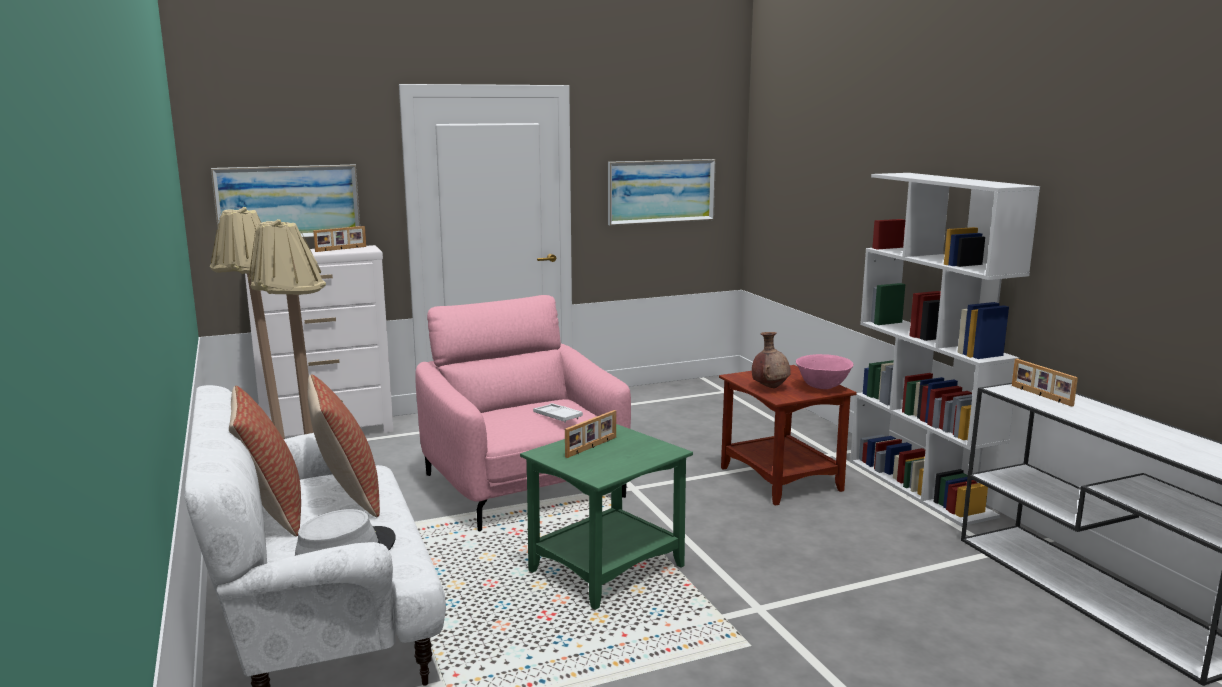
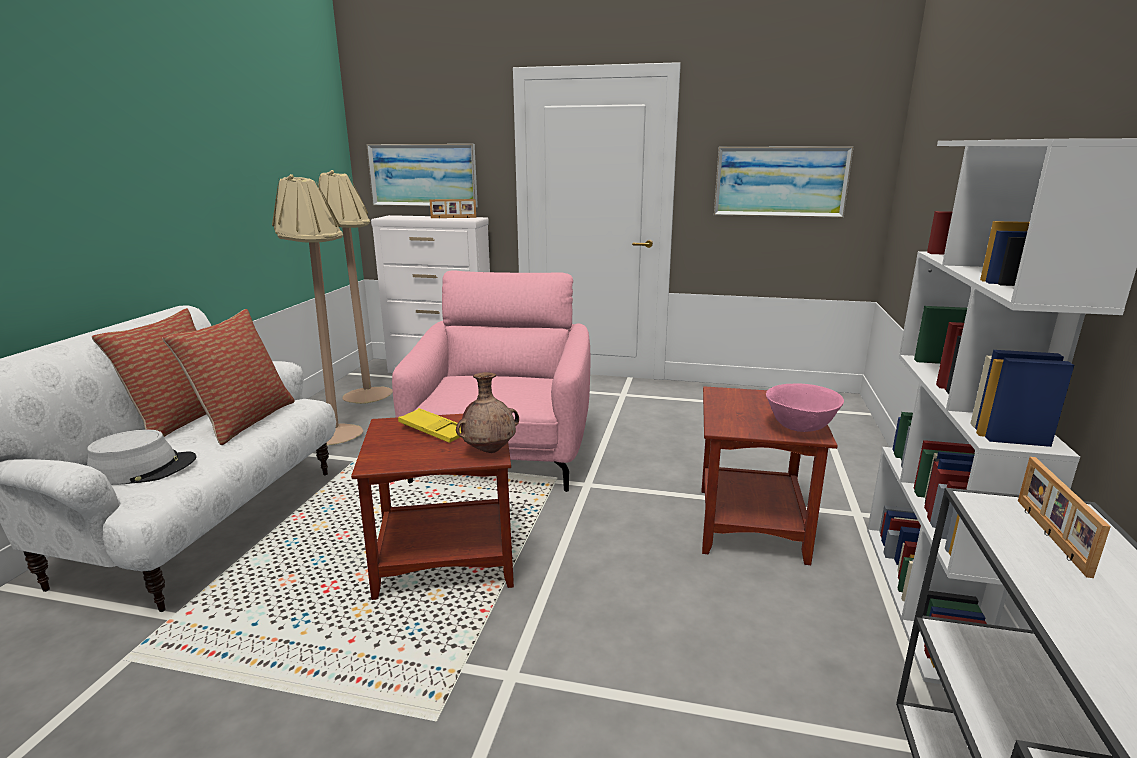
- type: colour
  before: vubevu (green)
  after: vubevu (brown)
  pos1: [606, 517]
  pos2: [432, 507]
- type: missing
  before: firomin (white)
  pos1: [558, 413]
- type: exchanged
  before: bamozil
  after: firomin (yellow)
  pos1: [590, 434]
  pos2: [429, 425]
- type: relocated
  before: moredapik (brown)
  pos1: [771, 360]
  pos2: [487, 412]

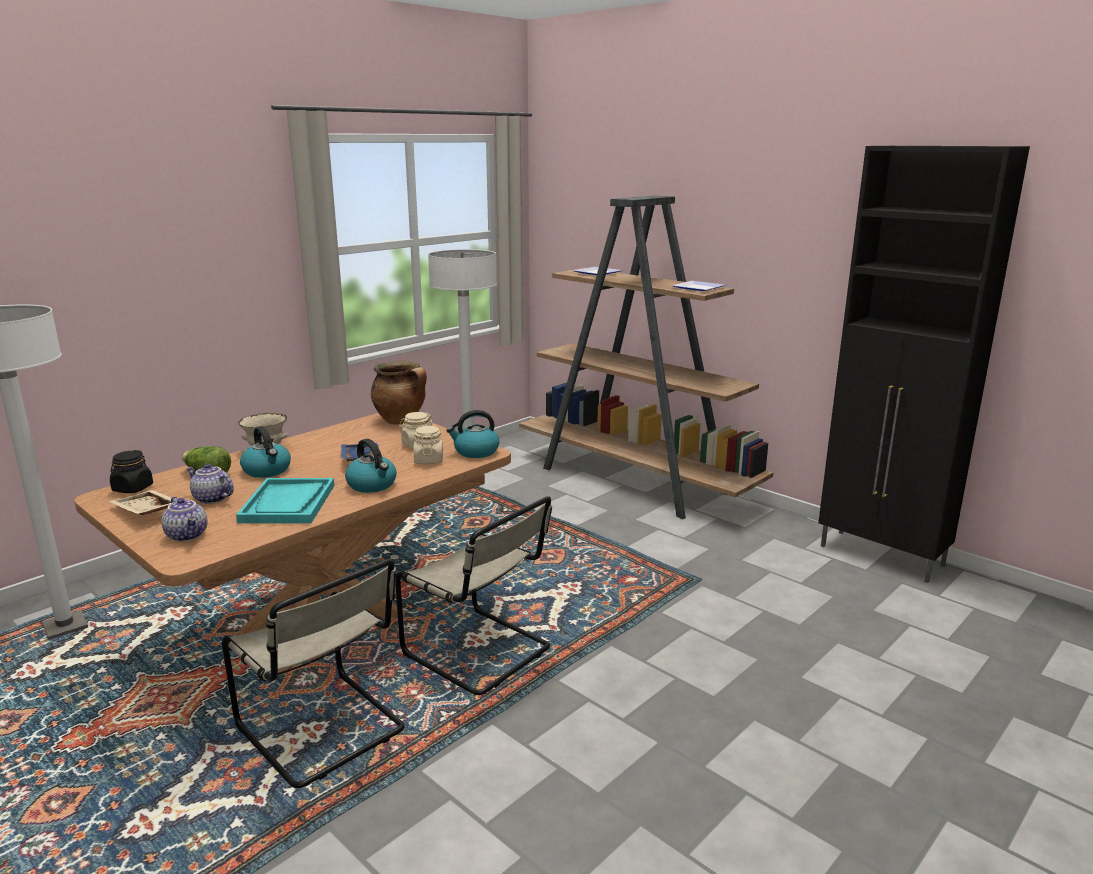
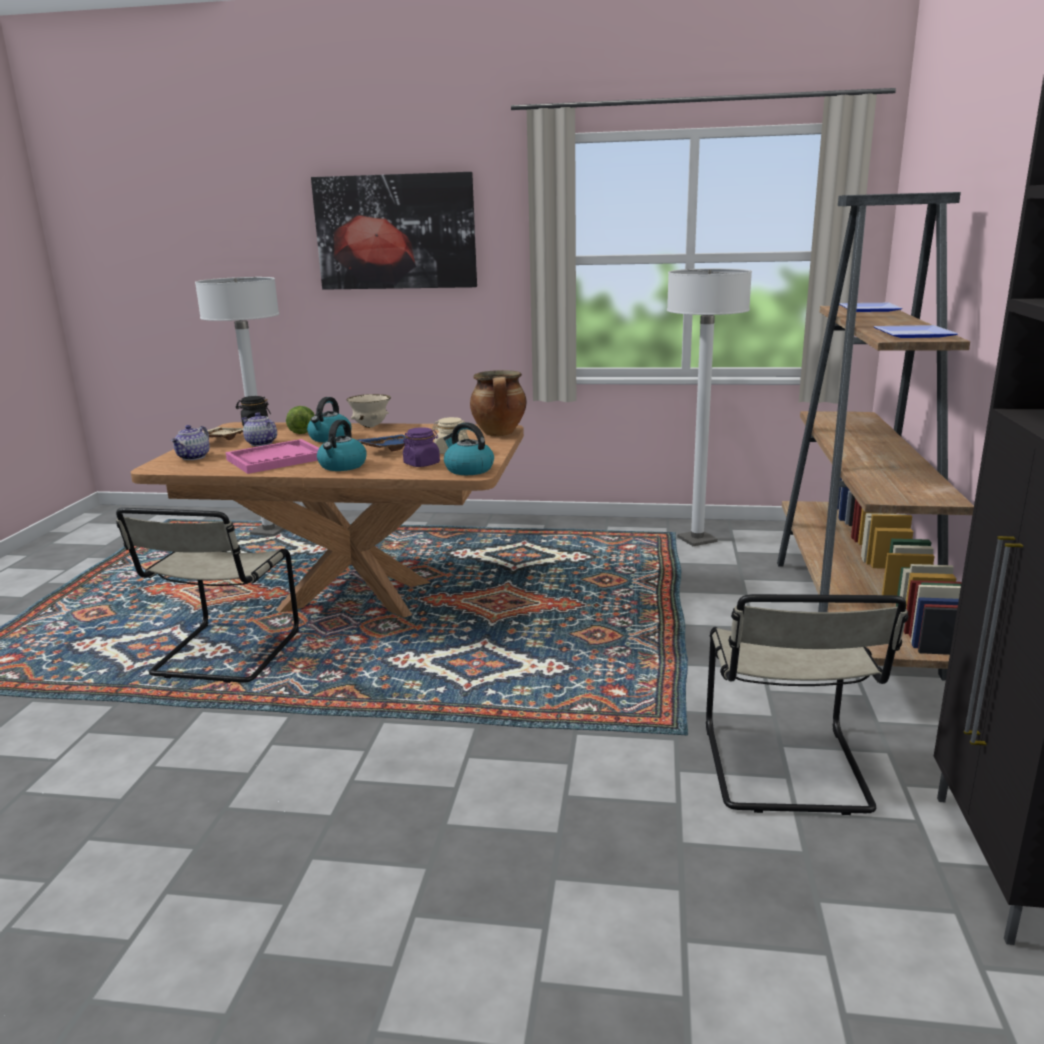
- type: spun
  before: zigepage
  pos1: [210, 484]
  pos2: [259, 429]
  turn: -45
- type: colour
  before: firomin (turquoise)
  after: firomin (pink)
  pos1: [285, 500]
  pos2: [272, 456]
- type: relocated
  before: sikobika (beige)
  pos1: [473, 595]
  pos2: [807, 704]
- type: colour
  before: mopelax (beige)
  after: mopelax (purple)
  pos1: [428, 445]
  pos2: [421, 447]
- type: appeared
  after: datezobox
  pos2: [394, 231]

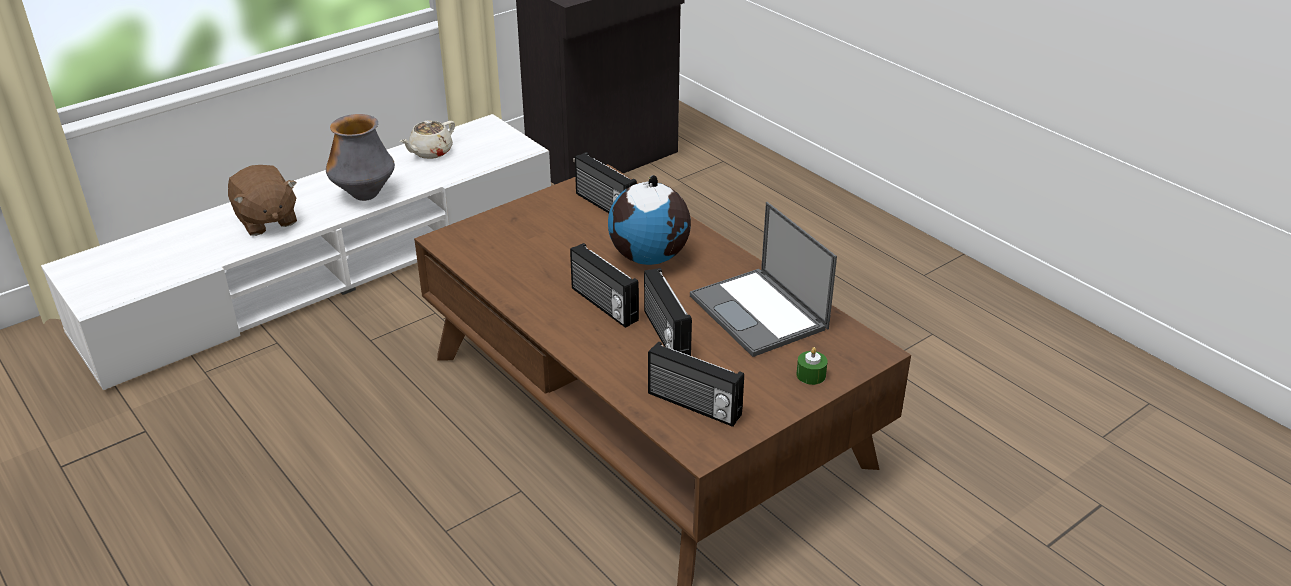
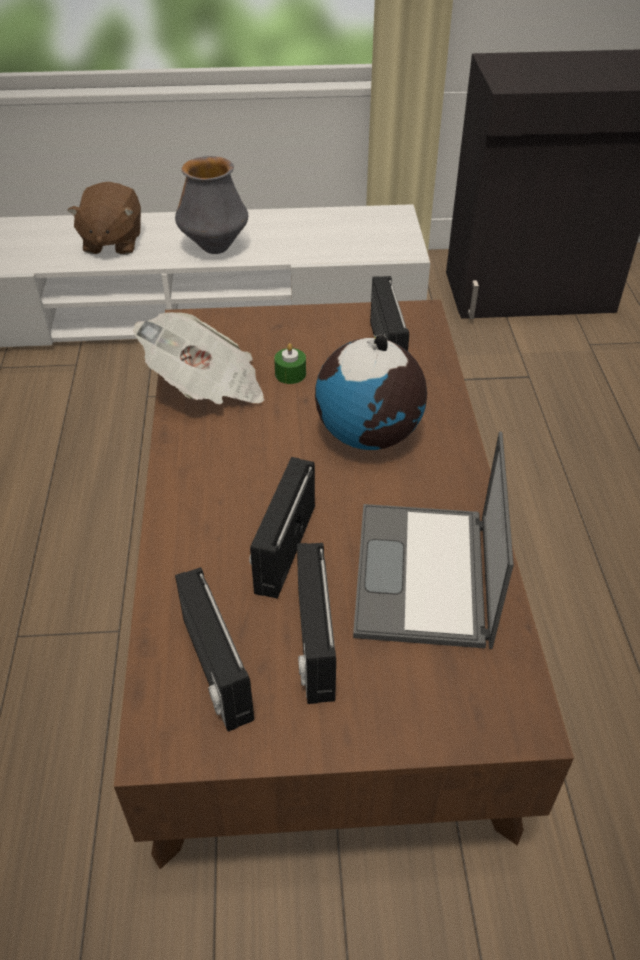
- type: missing
  before: zigepage (beige)
  pos1: [427, 139]
- type: relocated
  before: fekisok
  pos1: [604, 285]
  pos2: [316, 623]
- type: relocated
  before: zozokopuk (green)
  pos1: [812, 366]
  pos2: [290, 363]
- type: appeared
  after: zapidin
  pos2: [199, 358]

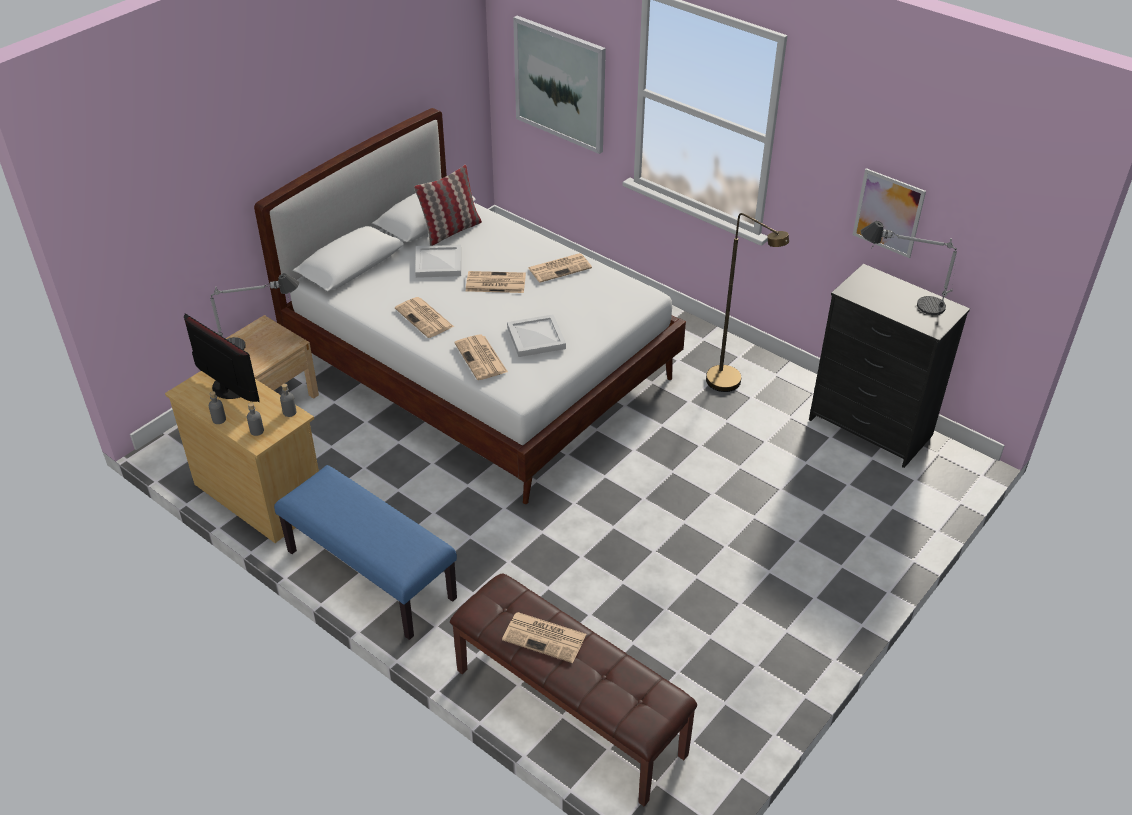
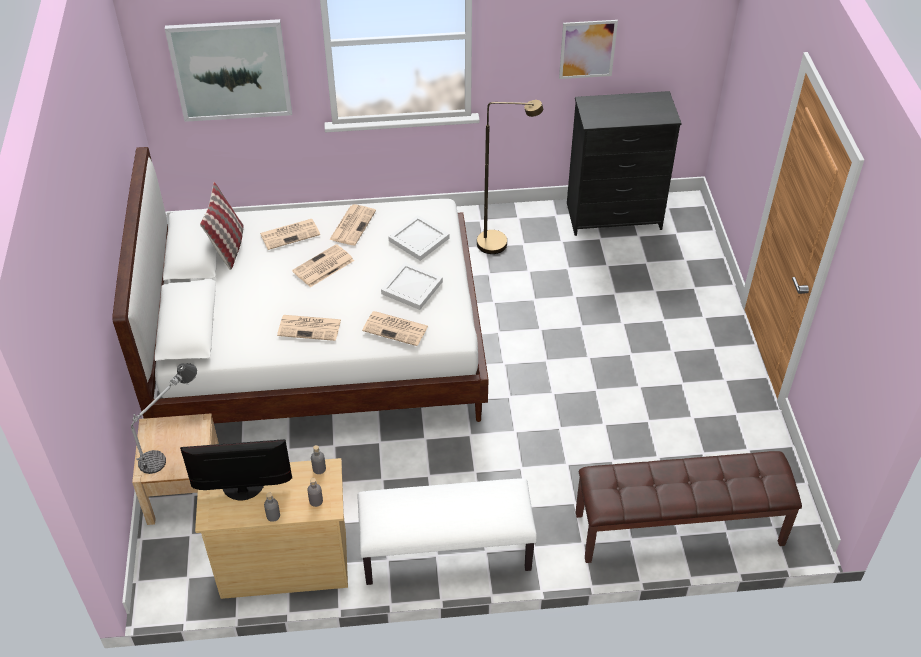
- type: colour
  before: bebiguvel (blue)
  after: bebiguvel (white)
  pos1: [365, 552]
  pos2: [447, 531]
- type: relocated
  before: firomin (white)
  pos1: [438, 261]
  pos2: [419, 238]
- type: relocated
  before: zapidin
  pos1: [544, 637]
  pos2: [290, 234]
- type: missing
  before: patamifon
  pos1: [909, 268]

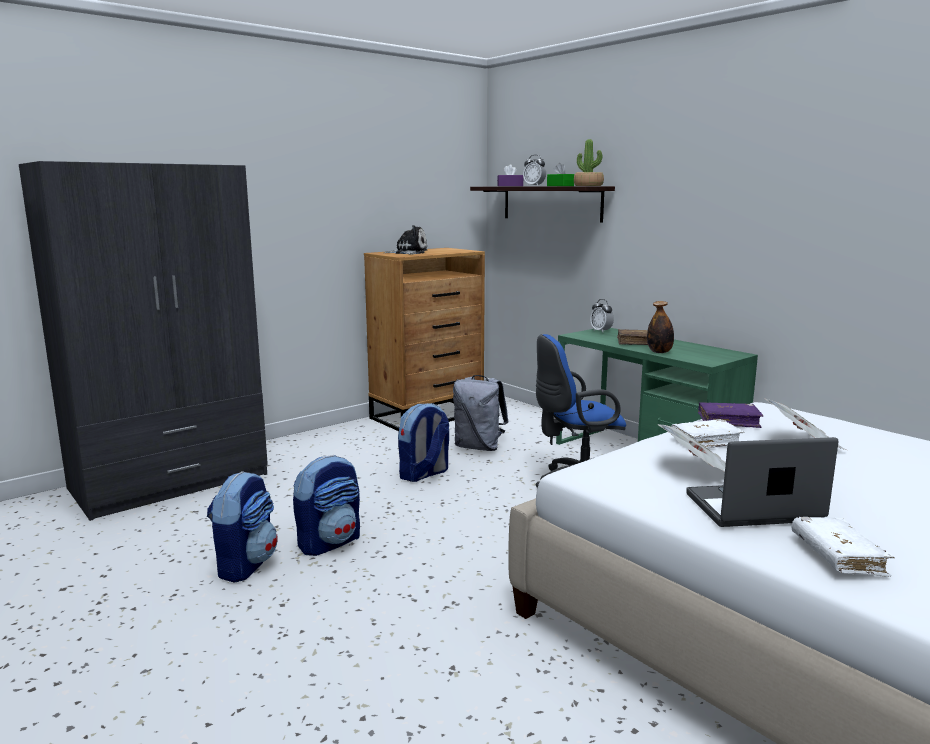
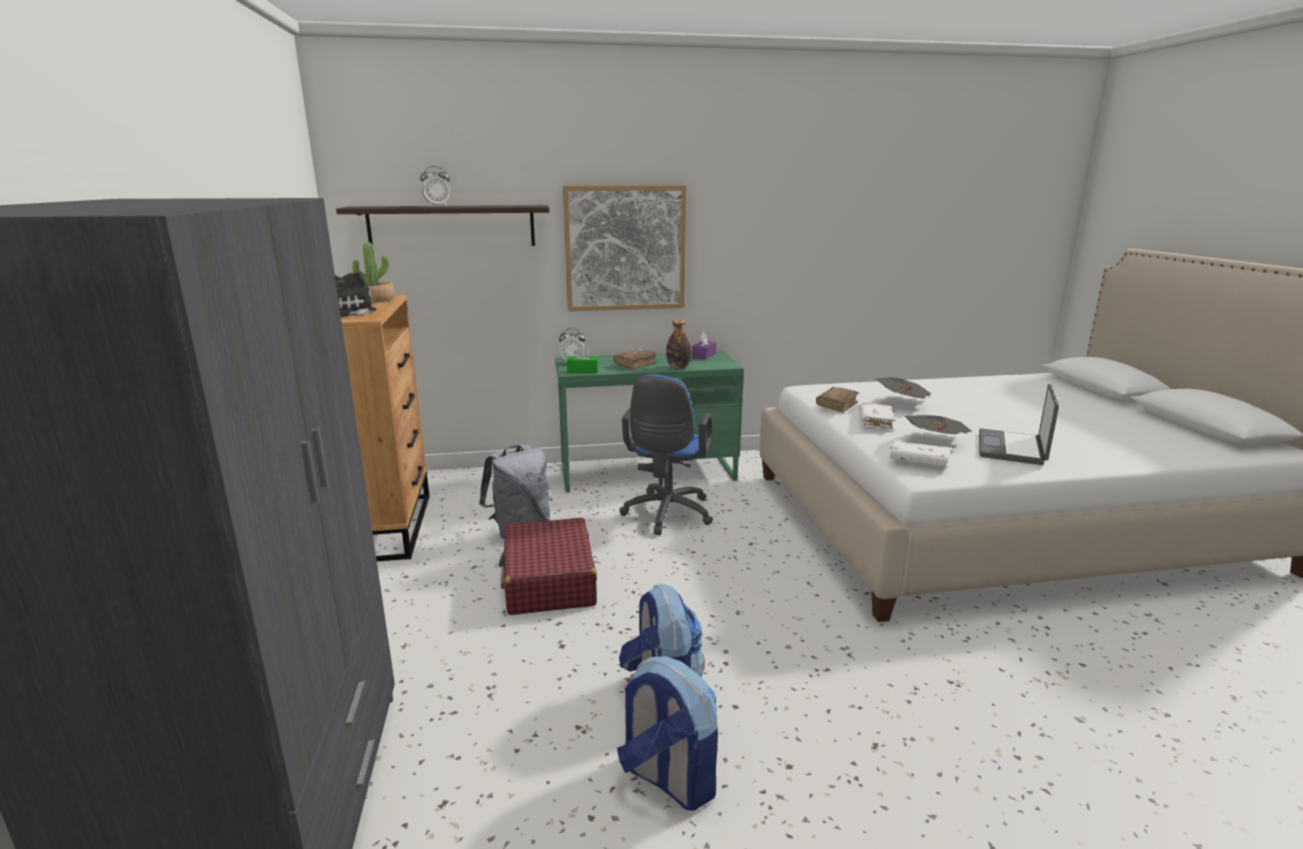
- type: exchanged
  before: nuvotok
  after: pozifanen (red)
  pos1: [423, 442]
  pos2: [548, 566]
- type: relocated
  before: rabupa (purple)
  pos1: [510, 175]
  pos2: [704, 346]
- type: relocated
  before: rabupa (green)
  pos1: [560, 174]
  pos2: [582, 359]
- type: relocated
  before: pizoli
  pos1: [589, 162]
  pos2: [373, 272]
- type: colour
  before: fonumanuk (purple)
  after: fonumanuk (brown)
  pos1: [731, 415]
  pos2: [838, 400]
- type: relocated
  before: fonumanuk (white)
  pos1: [843, 547]
  pos2: [920, 454]
- type: appeared
  after: datezobox
  pos2: [624, 248]

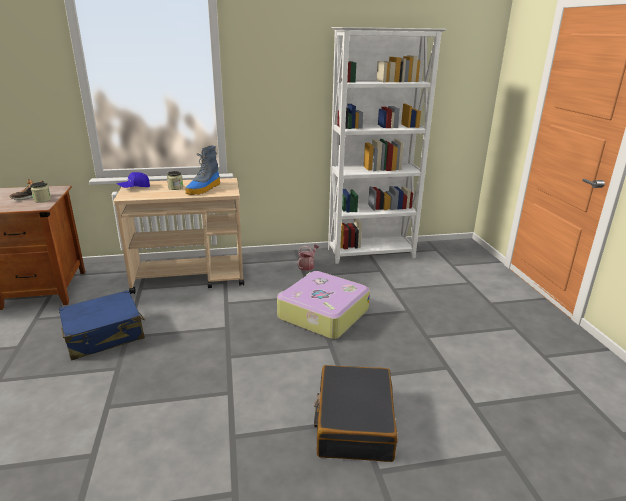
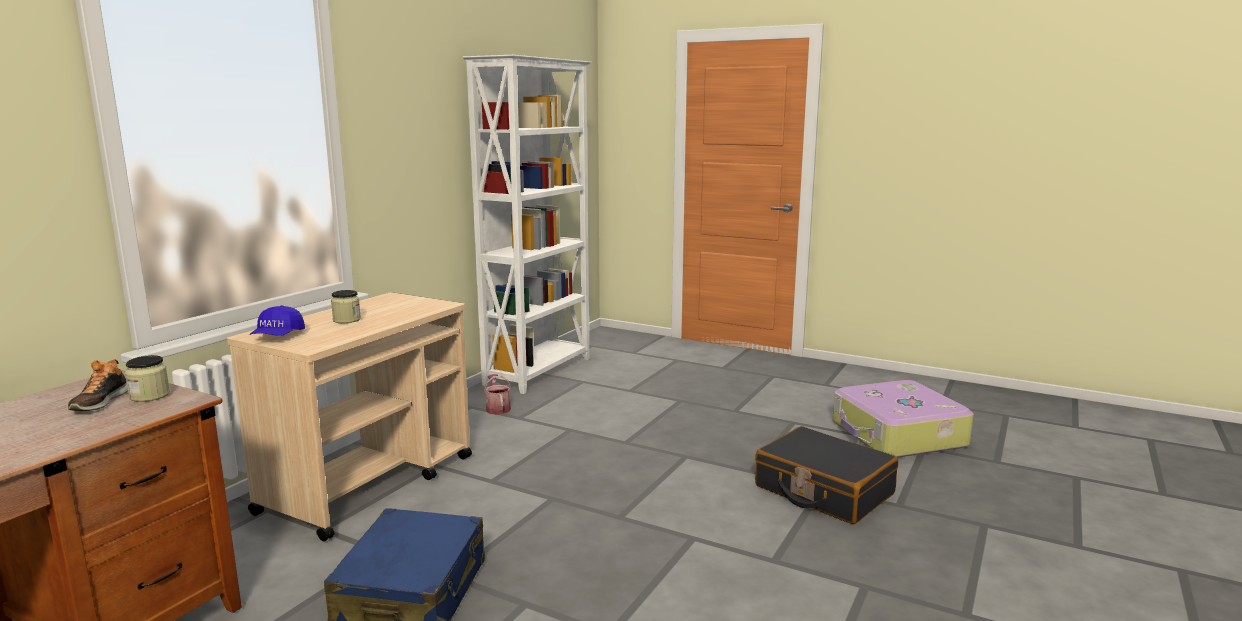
- type: missing
  before: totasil
  pos1: [202, 170]
- type: relocated
  before: pozifanen
  pos1: [323, 305]
  pos2: [903, 419]

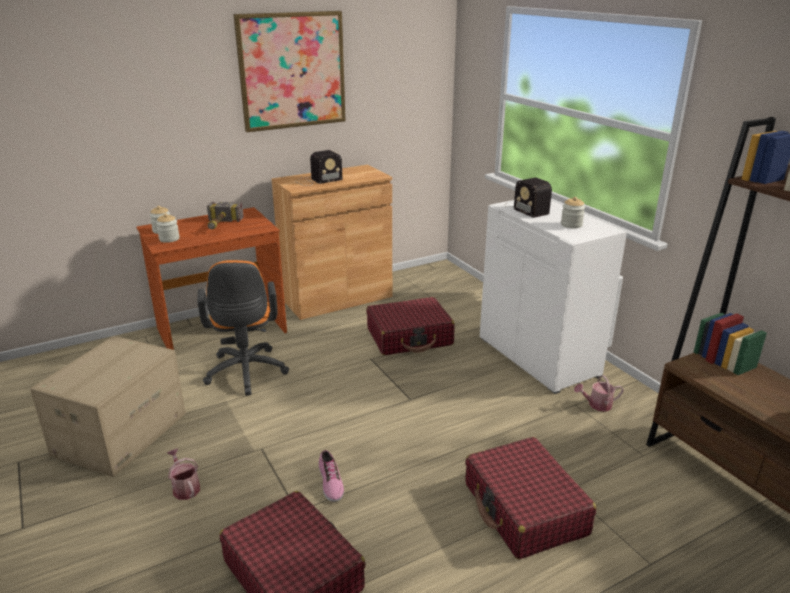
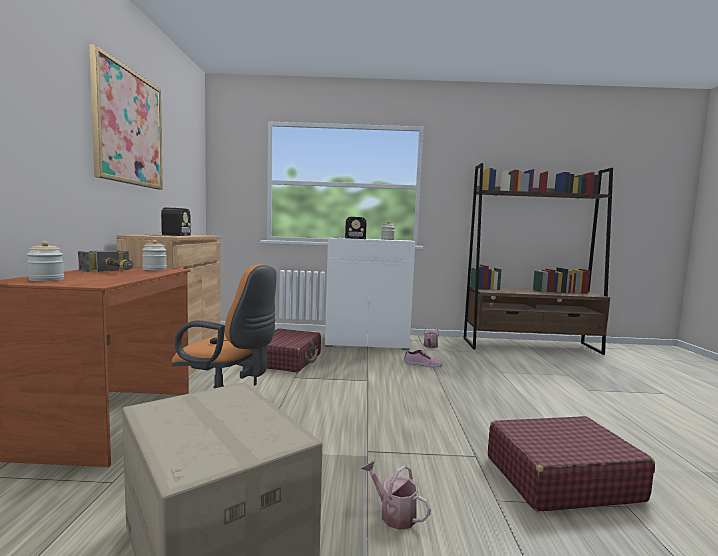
- type: relocated
  before: mopelax
  pos1: [168, 228]
  pos2: [154, 255]
- type: spun
  before: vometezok
  pos1: [183, 474]
  pos2: [396, 495]
  turn: 45
- type: relocated
  before: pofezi
  pos1: [331, 476]
  pos2: [423, 358]
- type: missing
  before: pozifanen (red)
  pos1: [530, 498]

